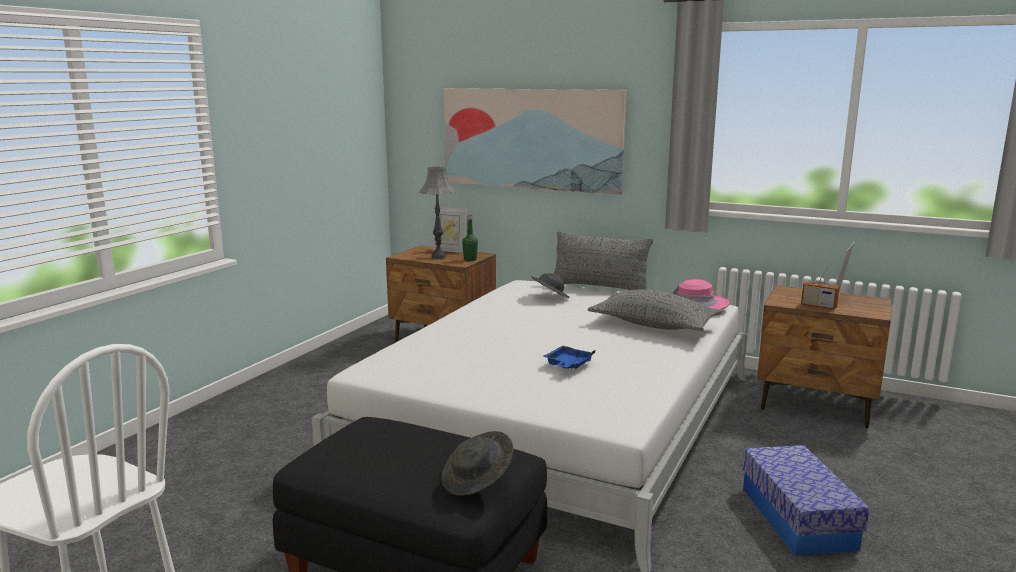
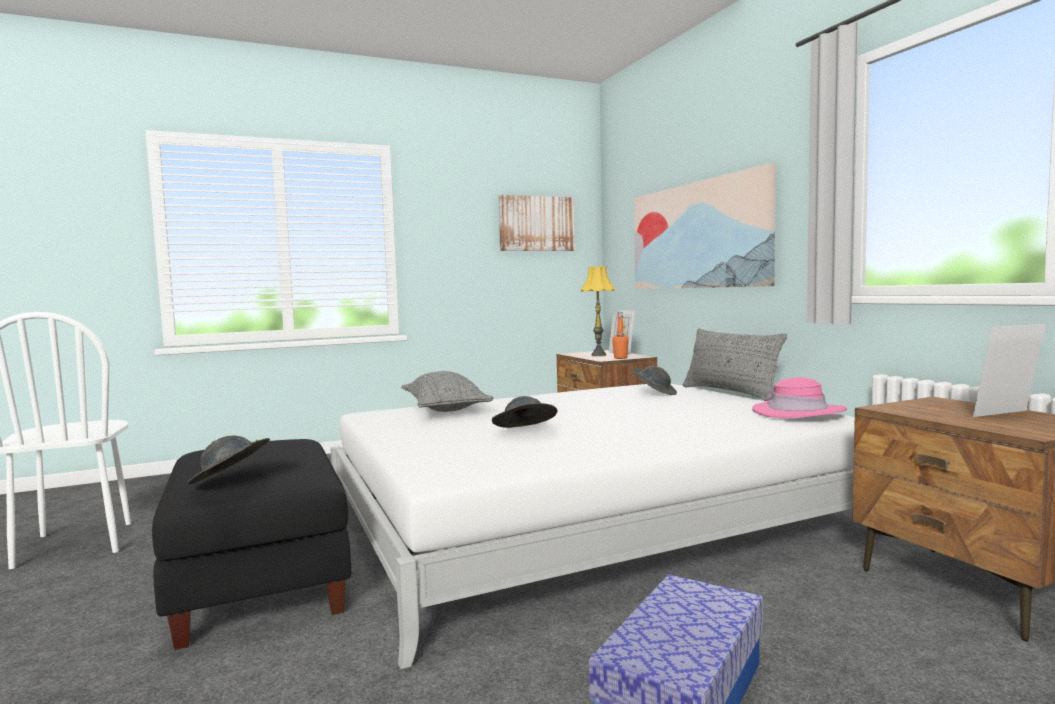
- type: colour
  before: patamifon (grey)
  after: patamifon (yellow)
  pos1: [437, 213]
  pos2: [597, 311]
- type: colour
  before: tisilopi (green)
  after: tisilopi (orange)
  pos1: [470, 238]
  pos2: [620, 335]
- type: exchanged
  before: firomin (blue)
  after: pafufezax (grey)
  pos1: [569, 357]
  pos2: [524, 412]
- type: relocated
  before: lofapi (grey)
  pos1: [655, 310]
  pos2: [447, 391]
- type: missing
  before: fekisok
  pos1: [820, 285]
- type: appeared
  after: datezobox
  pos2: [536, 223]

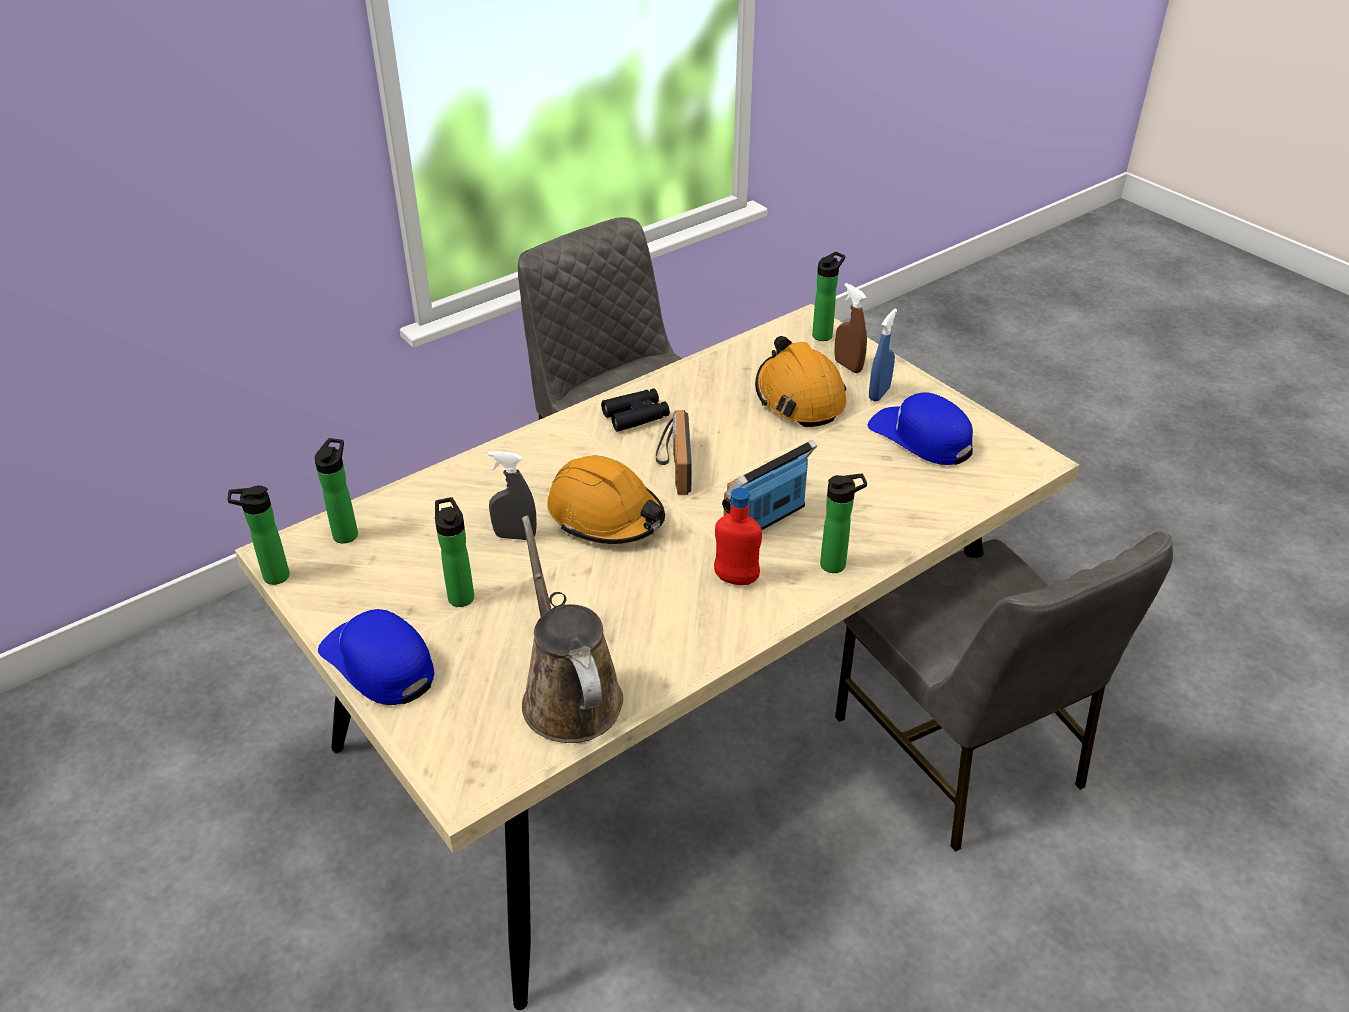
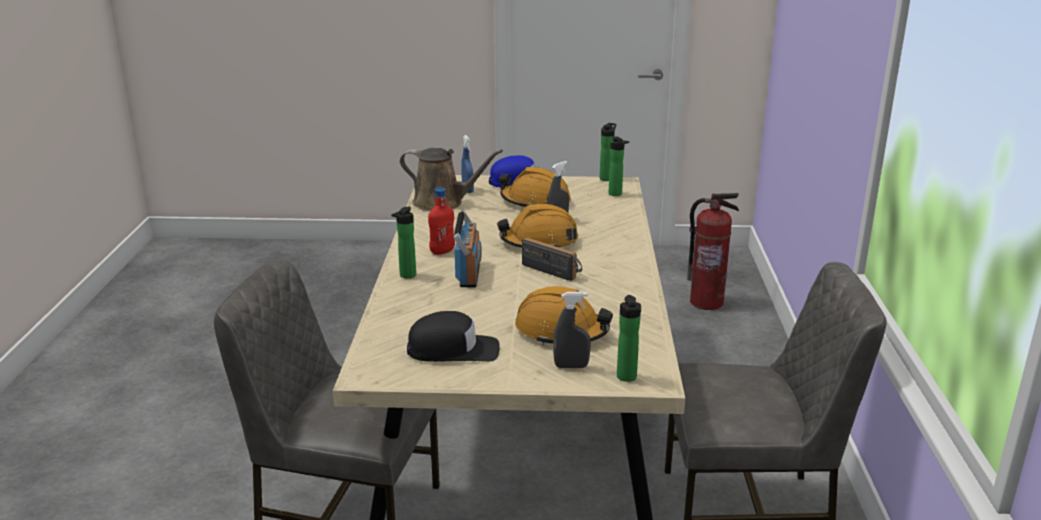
- type: exchanged
  before: tisilopi
  after: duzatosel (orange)
  pos1: [454, 552]
  pos2: [535, 187]
- type: missing
  before: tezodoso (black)
  pos1: [635, 410]
- type: colour
  before: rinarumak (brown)
  after: rinarumak (grey)
  pos1: [850, 328]
  pos2: [572, 330]
- type: colour
  before: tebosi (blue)
  after: tebosi (black)
  pos1: [920, 428]
  pos2: [453, 336]
- type: relocated
  before: rinarumak (blue)
  pos1: [883, 355]
  pos2: [467, 164]
- type: appeared
  after: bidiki
  pos2: [713, 251]

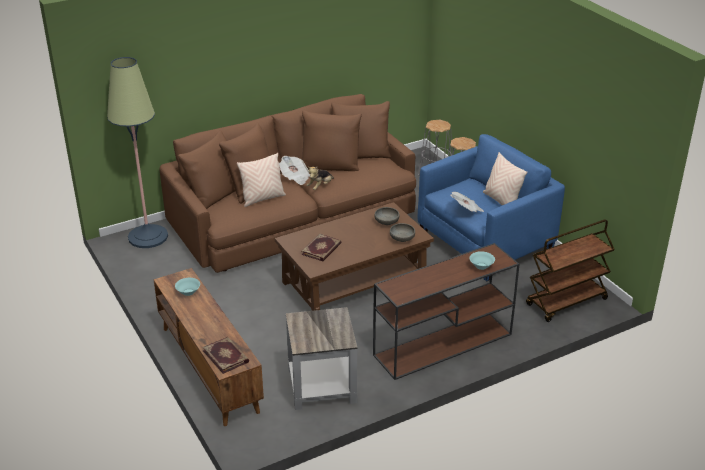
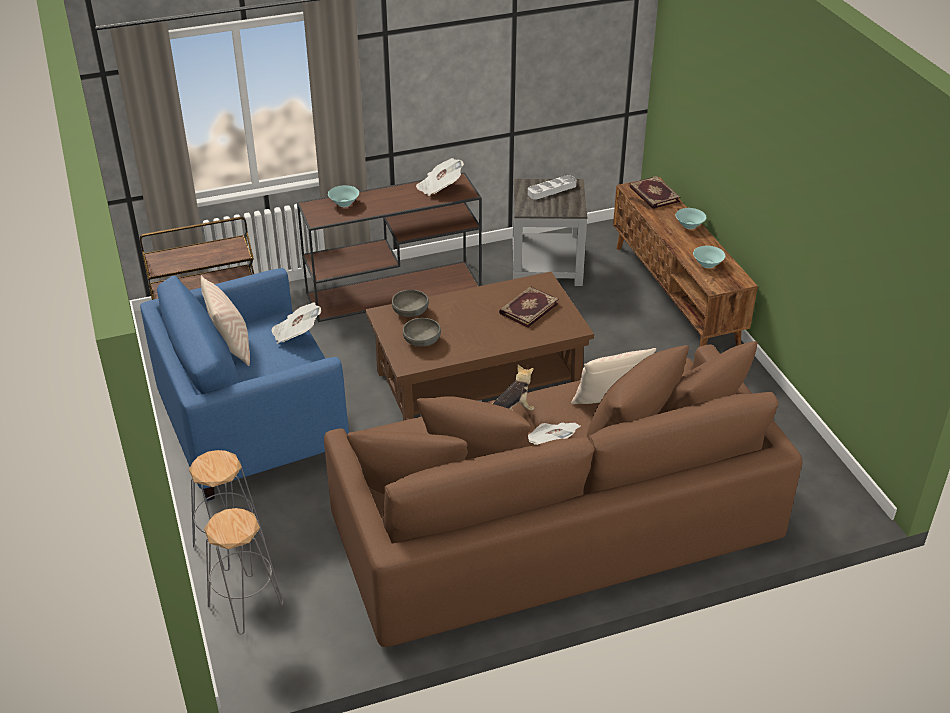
- type: missing
  before: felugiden
  pos1: [137, 152]
- type: appeared
  after: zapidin
  pos2: [440, 177]
- type: appeared
  after: firomin (grey)
  pos2: [552, 187]
- type: appeared
  after: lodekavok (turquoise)
  pos2: [691, 218]

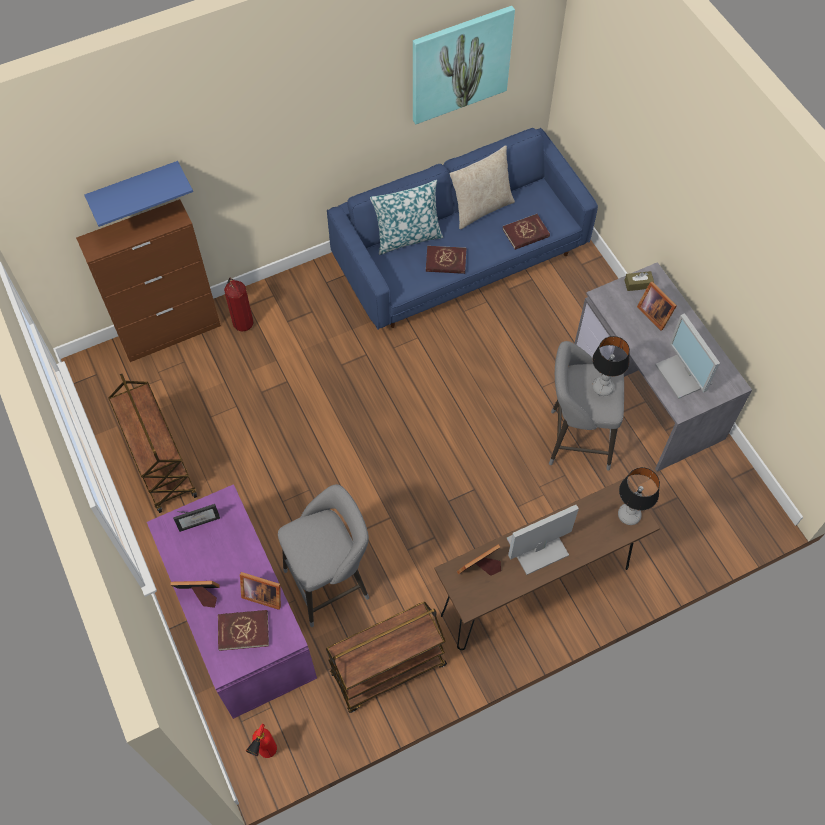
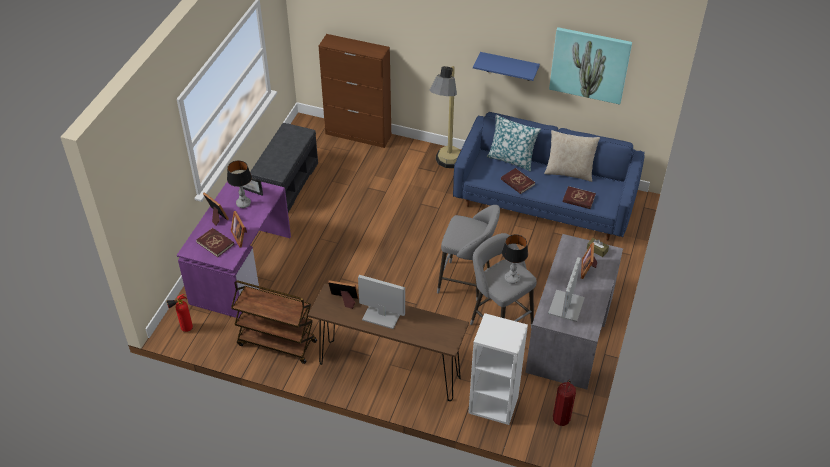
- type: relocated
  before: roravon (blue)
  pos1: [138, 194]
  pos2: [506, 66]
- type: exchanged
  before: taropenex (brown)
  after: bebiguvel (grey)
  pos1: [152, 443]
  pos2: [284, 167]
- type: relocated
  before: bidiki
  pos1: [239, 304]
  pos2: [564, 402]
- type: relocated
  before: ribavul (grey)
  pos1: [323, 555]
  pos2: [468, 253]
- type: relocated
  before: patamifon
  pos1: [639, 496]
  pos2: [239, 184]
- type: appeared
  after: felugiden
  pos2: [444, 117]
- type: appeared
  after: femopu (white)
  pos2: [498, 369]

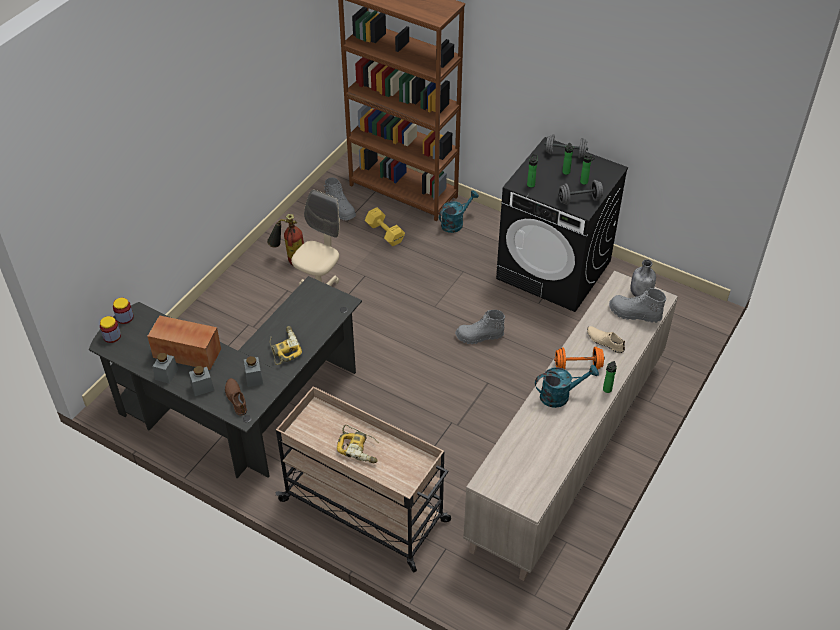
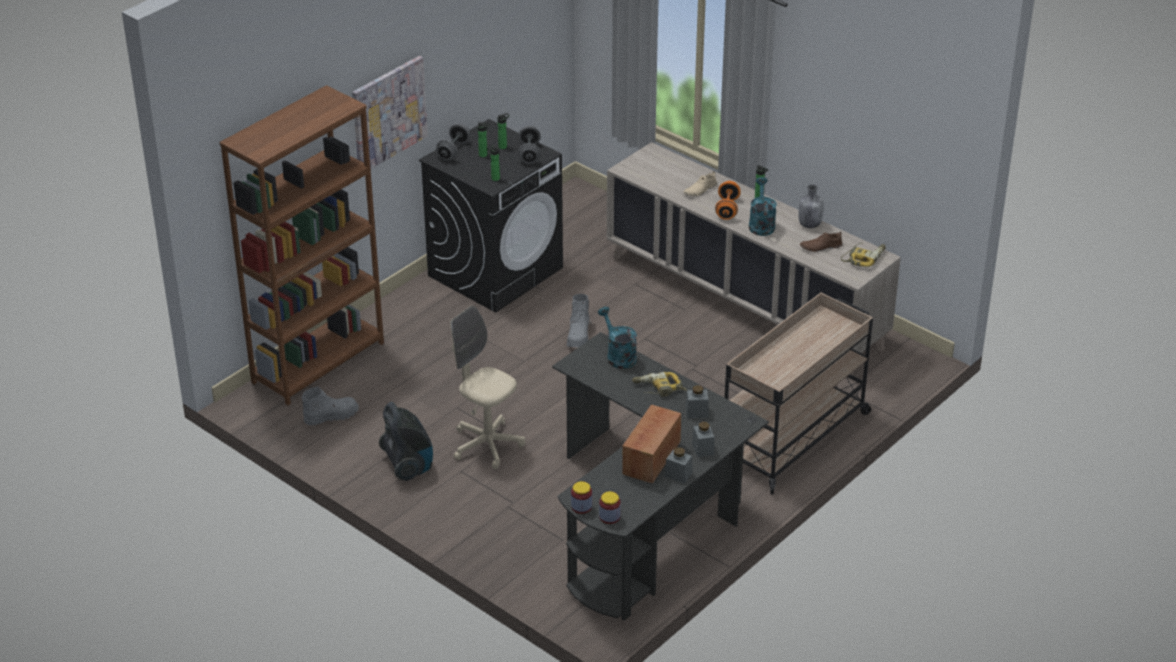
- type: relocated
  before: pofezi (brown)
  pos1: [236, 397]
  pos2: [821, 242]
- type: exchanged
  before: bidiki
  after: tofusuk
  pos1: [285, 240]
  pos2: [406, 441]
- type: relocated
  before: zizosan
  pos1: [358, 444]
  pos2: [863, 255]
- type: missing
  before: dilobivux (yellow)
  pos1: [385, 226]
- type: relocated
  before: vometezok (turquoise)
  pos1: [459, 211]
  pos2: [617, 338]
- type: missing
  before: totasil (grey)
  pos1: [637, 305]
- type: relocated
  before: tisilopi (grey)
  pos1: [643, 278]
  pos2: [811, 206]
- type: appeared
  after: datezobox
  pos2: [390, 112]

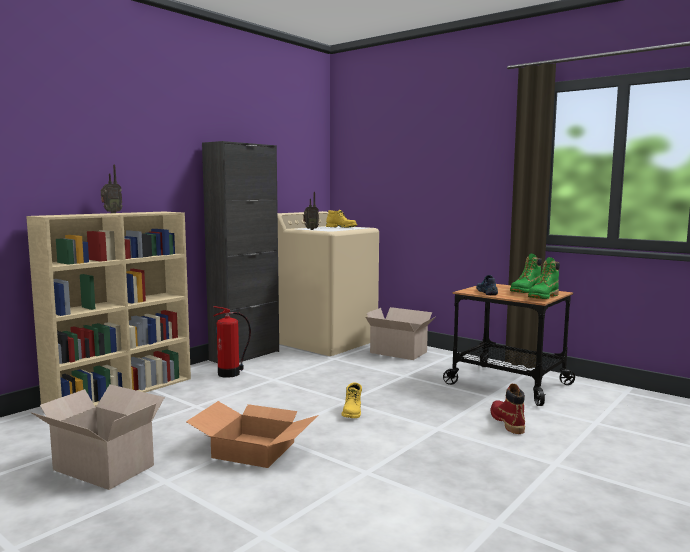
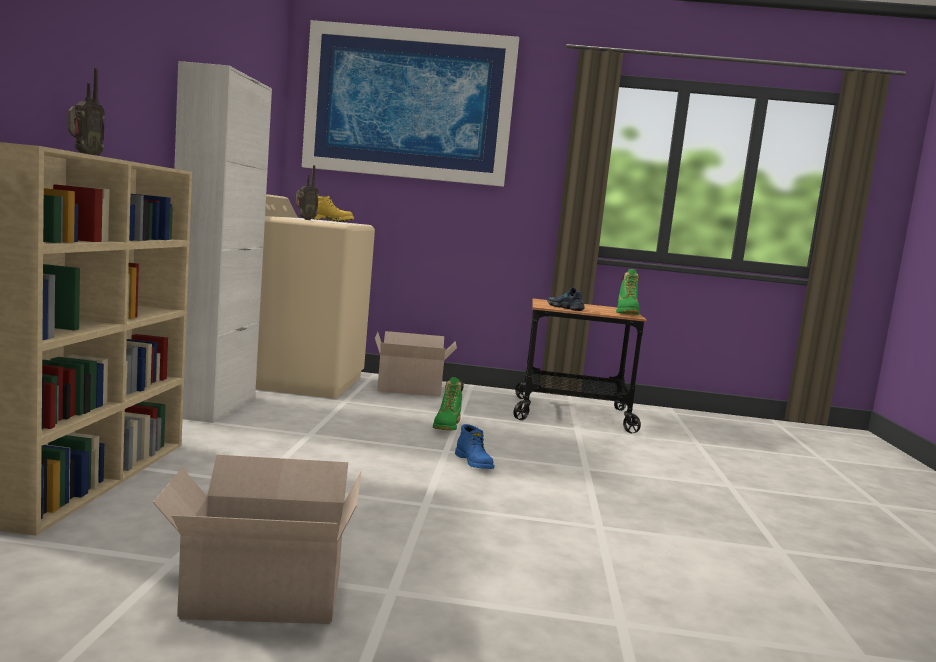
- type: missing
  before: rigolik
  pos1: [252, 434]
- type: colour
  before: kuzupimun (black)
  after: kuzupimun (white)
  pos1: [240, 252]
  pos2: [223, 242]
- type: missing
  before: bidiki
  pos1: [232, 342]
- type: colour
  before: totasil (yellow)
  after: totasil (blue)
  pos1: [352, 400]
  pos2: [475, 446]
- type: missing
  before: totasil (red)
  pos1: [508, 409]
- type: relocated
  before: totasil (green)
  pos1: [526, 273]
  pos2: [448, 403]
- type: appeared
  after: datezobox
  pos2: [410, 103]

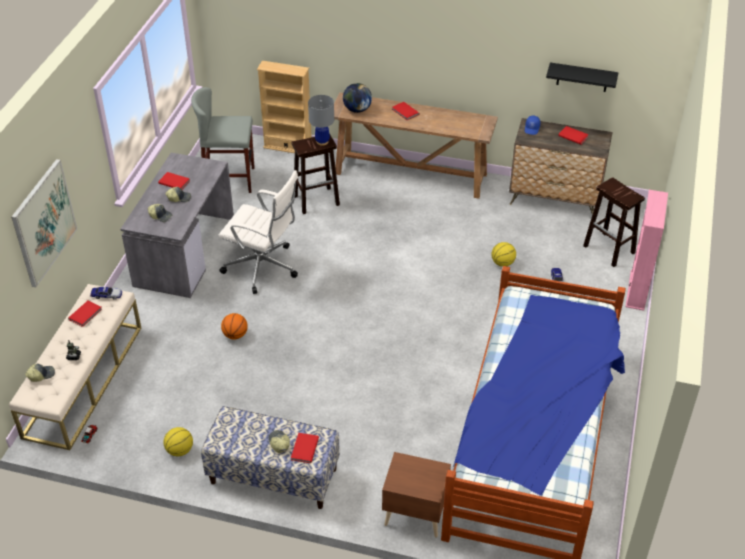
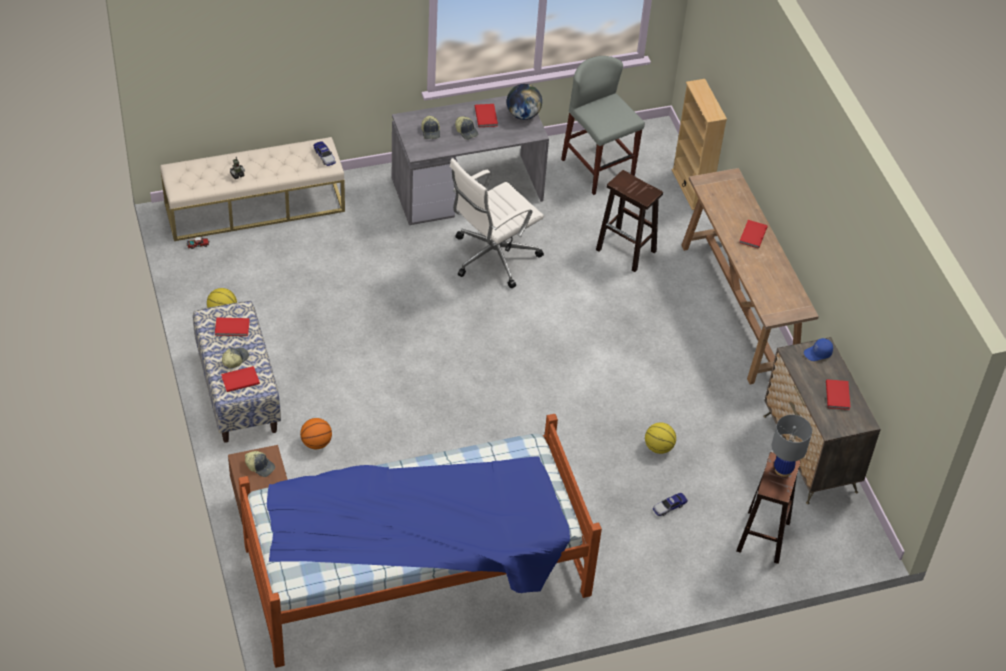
- type: missing
  before: datezobox
  pos1: [44, 223]
- type: relocated
  before: tebosi
  pos1: [40, 372]
  pos2: [260, 464]
- type: relocated
  before: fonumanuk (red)
  pos1: [85, 314]
  pos2: [232, 327]
- type: spun
  before: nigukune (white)
  pos1: [258, 232]
  pos2: [497, 223]
  turn: 60
- type: relocated
  before: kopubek
  pos1: [234, 326]
  pos2: [316, 433]
- type: relocated
  before: patamifon (grey)
  pos1: [321, 120]
  pos2: [792, 446]
- type: relocated
  before: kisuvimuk
  pos1: [357, 98]
  pos2: [524, 102]
- type: missing
  before: roravon (black)
  pos1: [582, 77]
- type: missing
  before: femopu (pink)
  pos1: [647, 250]

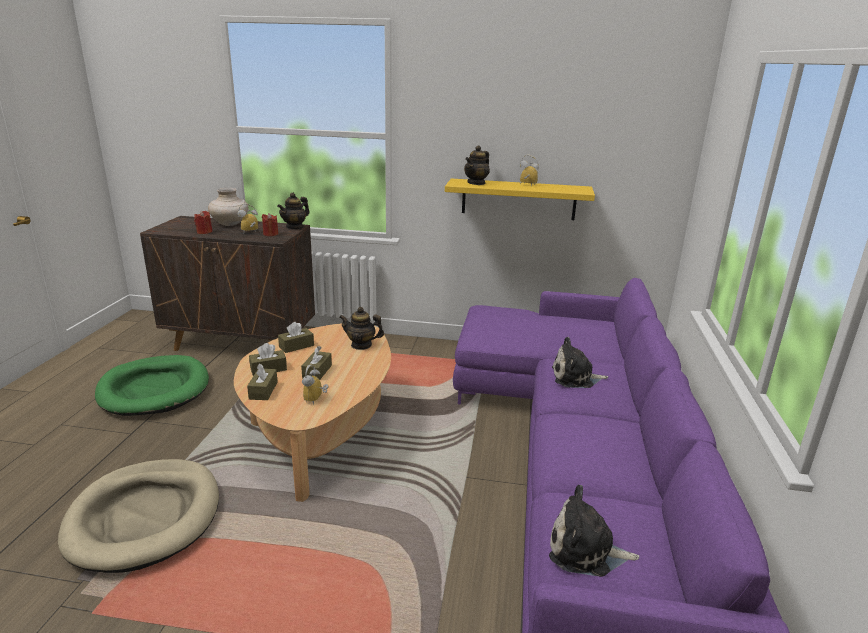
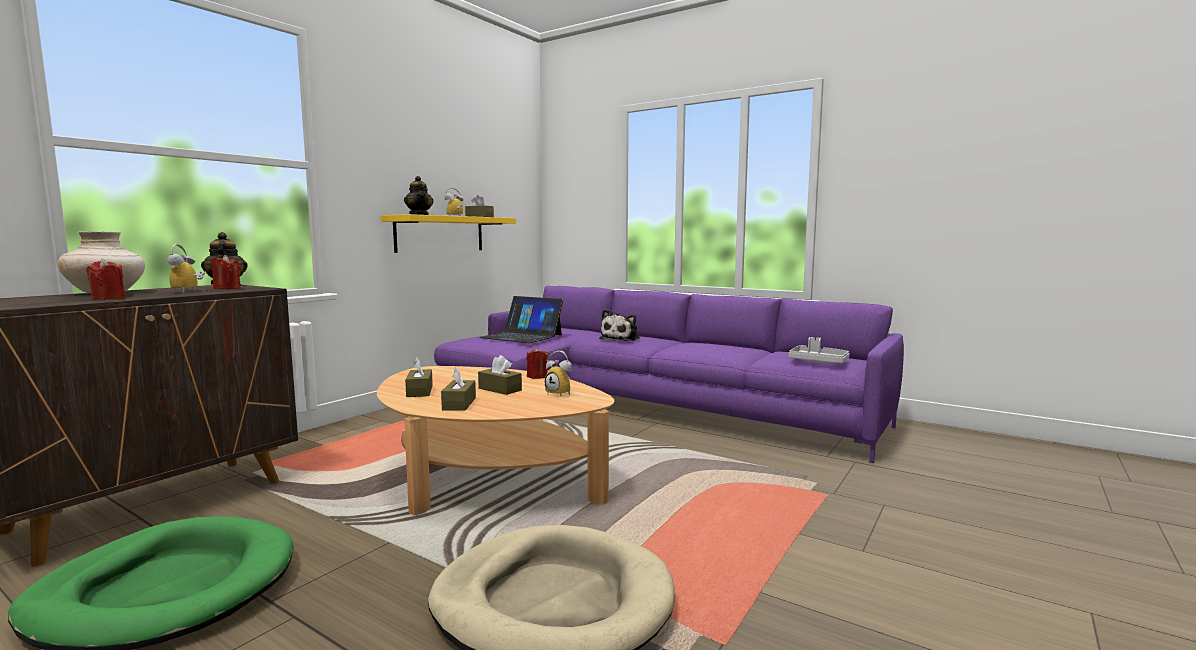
- type: relocated
  before: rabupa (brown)
  pos1: [262, 381]
  pos2: [479, 206]
- type: missing
  before: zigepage
  pos1: [361, 328]
- type: exchanged
  before: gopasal
  after: firomin (grey)
  pos1: [594, 531]
  pos2: [819, 350]
- type: appeared
  after: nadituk
  pos2: [521, 319]
- type: appeared
  after: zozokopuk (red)
  pos2: [537, 363]

